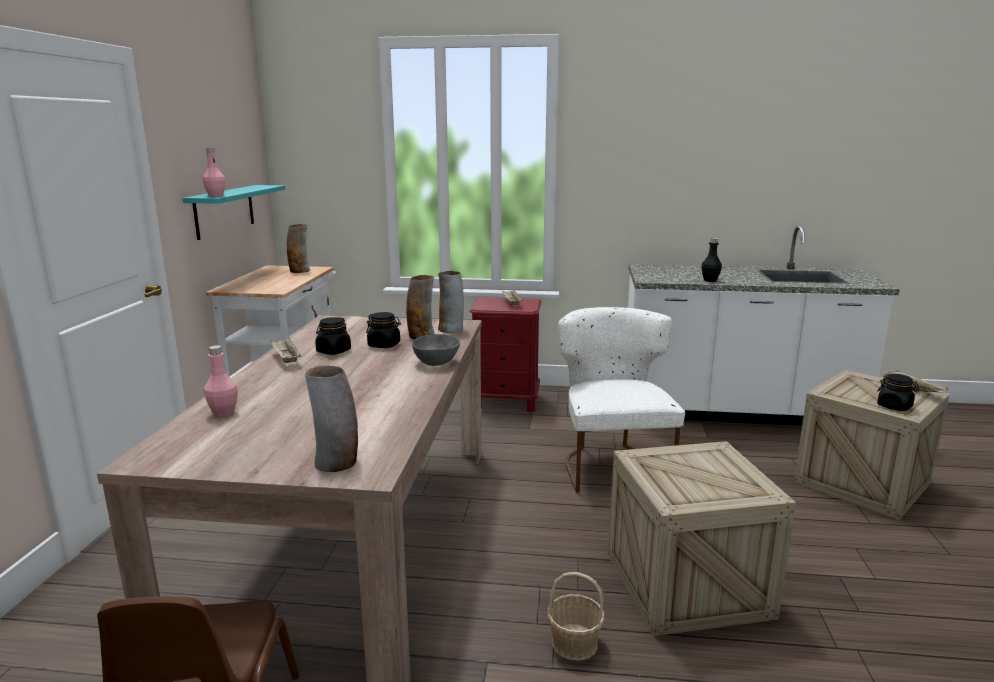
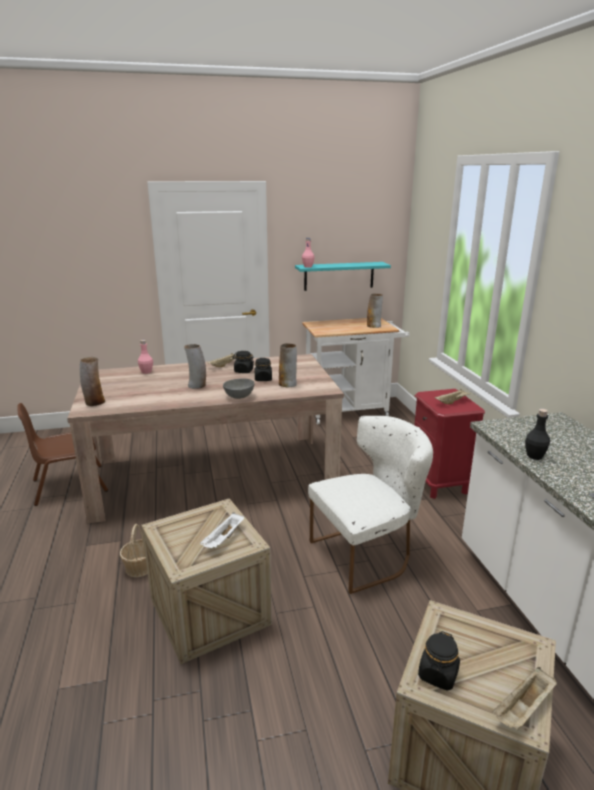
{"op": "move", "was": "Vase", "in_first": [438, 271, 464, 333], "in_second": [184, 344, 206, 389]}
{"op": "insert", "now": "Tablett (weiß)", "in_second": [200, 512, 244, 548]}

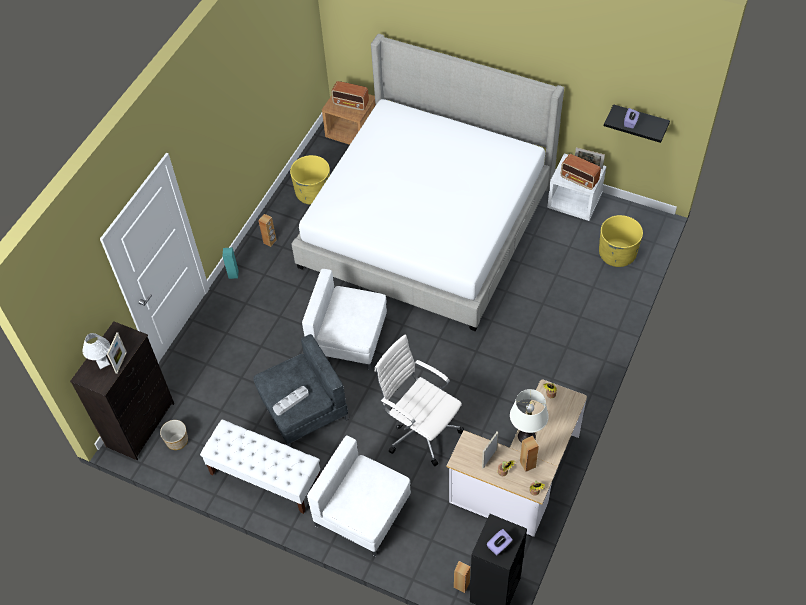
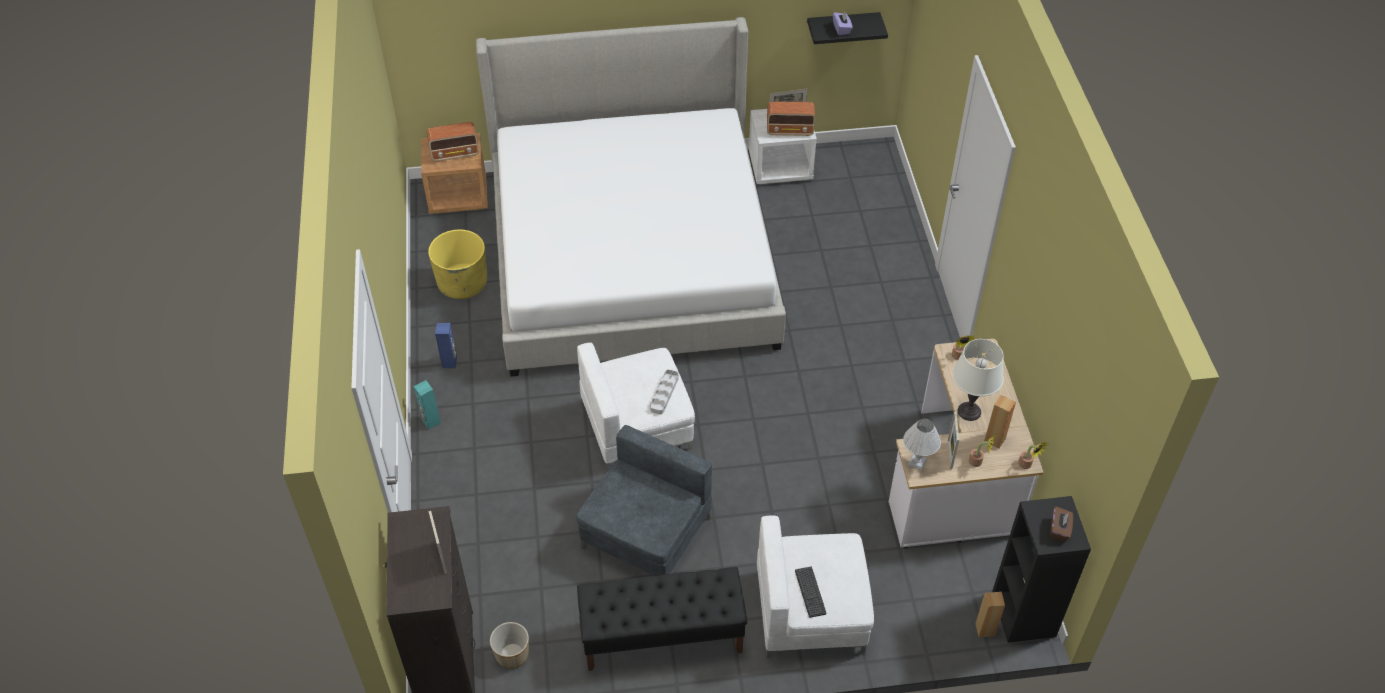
{"op": "recolor", "was": "Lautsprecher (braun)", "now": "Lautsprecher (blau)", "in_first": [258, 214, 277, 247], "in_second": [435, 323, 457, 368]}
{"op": "recolor", "was": "Bank (weiß)", "now": "Bank (schwarz)", "in_first": [200, 419, 320, 514], "in_second": [577, 567, 747, 671]}
{"op": "move", "was": "Tablett (grau)", "in_first": [273, 386, 309, 415], "in_second": [650, 370, 679, 415]}
{"op": "insert", "now": "Tastatur", "in_second": [795, 567, 826, 618]}
{"op": "move", "was": "Tischlampe (weiß)", "in_first": [82, 333, 110, 369], "in_second": [903, 419, 941, 470]}
{"op": "recolor", "was": "Taschentuchbox (lila)", "now": "Taschentuchbox (braun)", "in_first": [487, 529, 512, 555], "in_second": [1050, 506, 1073, 541]}
{"op": "delete", "was": "Bürostuhl (weiß)", "in_first": [375, 334, 464, 466]}
{"op": "delete", "was": "Pflanzkübel (gelb)", "in_first": [599, 215, 643, 267]}

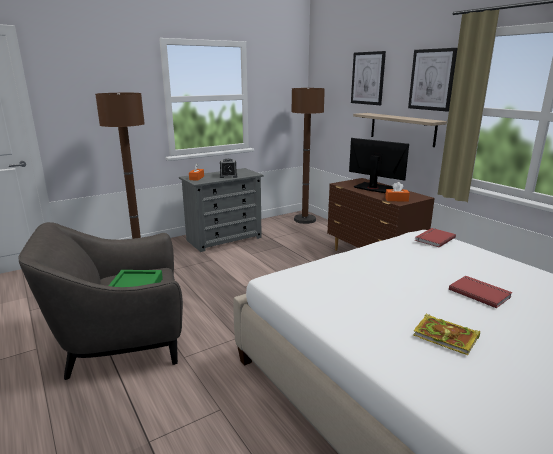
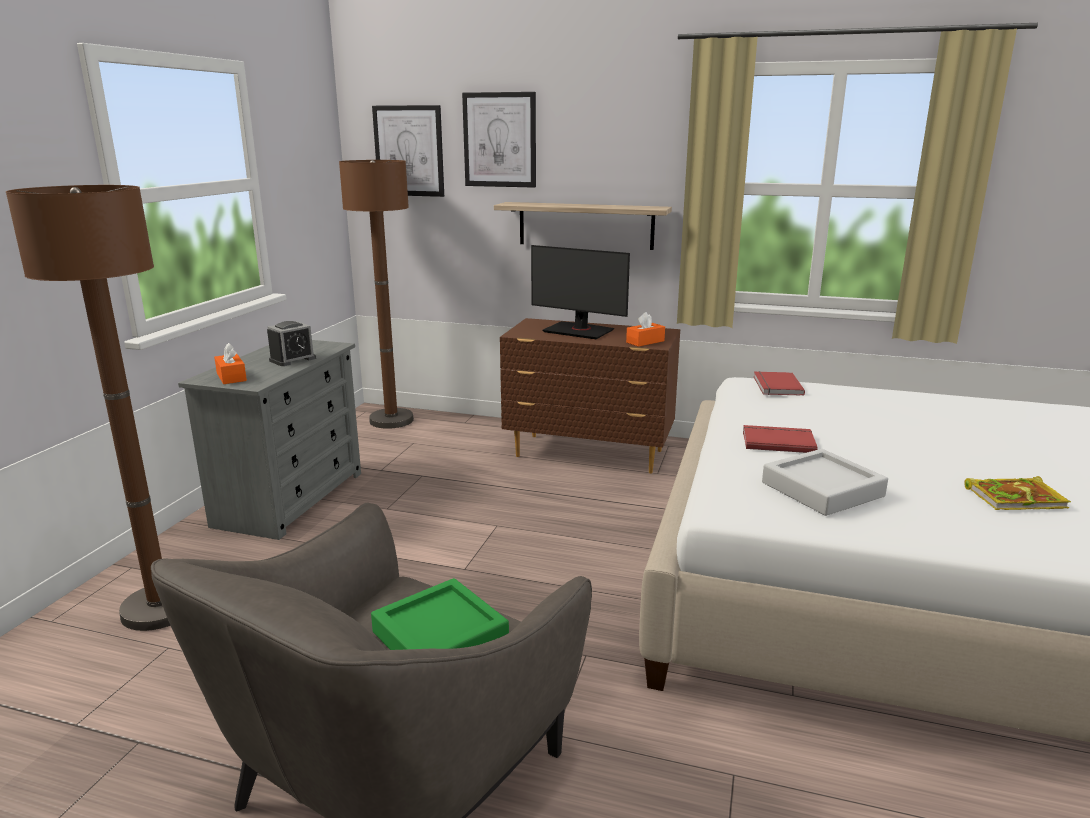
{"op": "move", "was": "Bild", "in_first": [408, 48, 458, 112], "in_second": [372, 105, 444, 197]}
{"op": "rotate", "was": "Monitor", "in_first": [349, 138, 409, 193], "in_second": [531, 245, 630, 339], "clockwise": -150}
{"op": "move", "was": "Buch (rot)", "in_first": [449, 276, 513, 308], "in_second": [743, 425, 818, 453]}
{"op": "insert", "now": "Tablett (grau)", "in_second": [762, 449, 888, 516]}

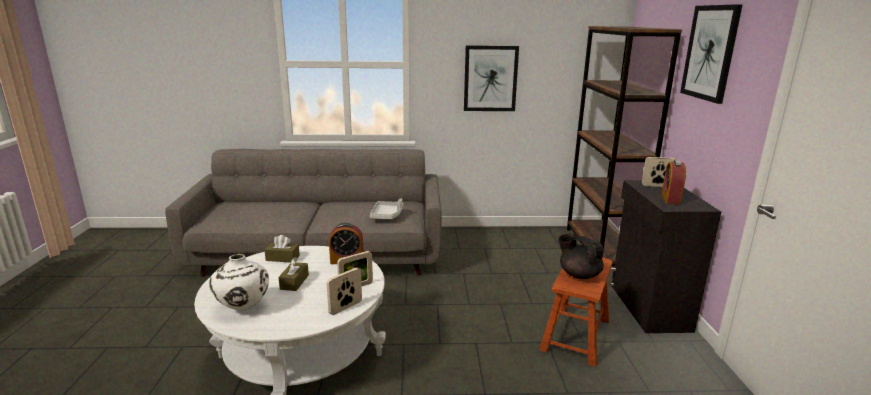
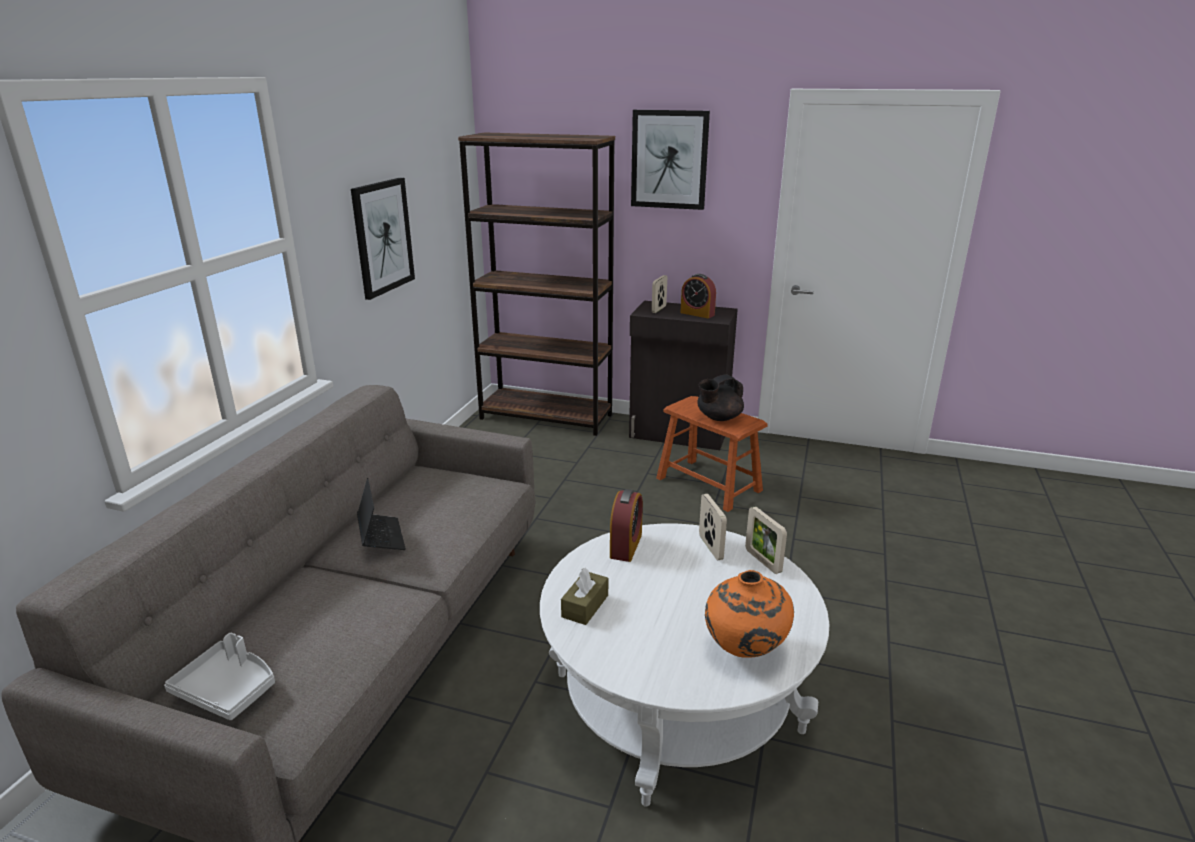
{"op": "move", "was": "Tablett (grau)", "in_first": [370, 198, 403, 219], "in_second": [164, 633, 275, 720]}
{"op": "insert", "now": "Laptop", "in_second": [357, 478, 406, 550]}
{"op": "recolor", "was": "Vase (weiß)", "now": "Vase (orange)", "in_first": [209, 254, 269, 310], "in_second": [705, 570, 794, 658]}
{"op": "delete", "was": "Taschentuchbox (braun)", "in_first": [279, 257, 309, 291]}

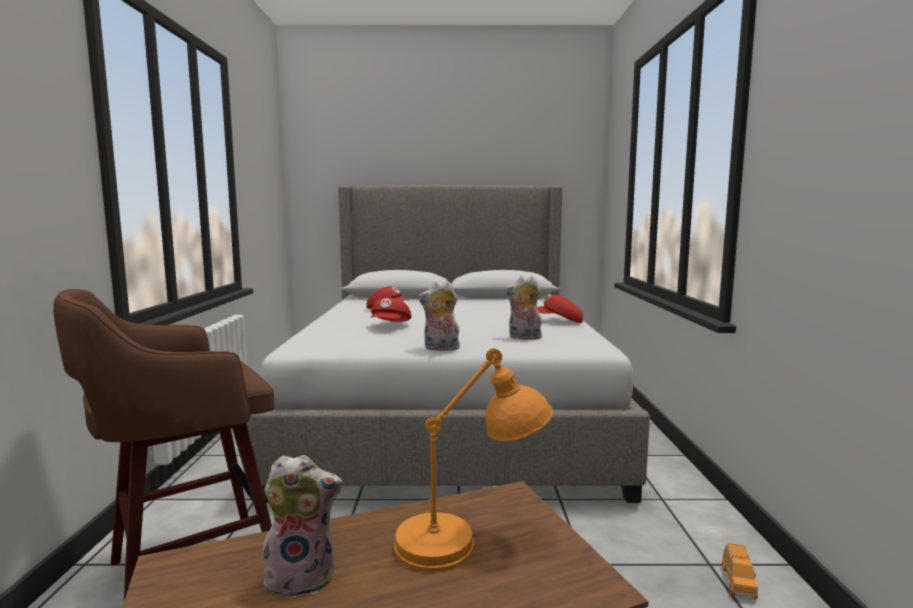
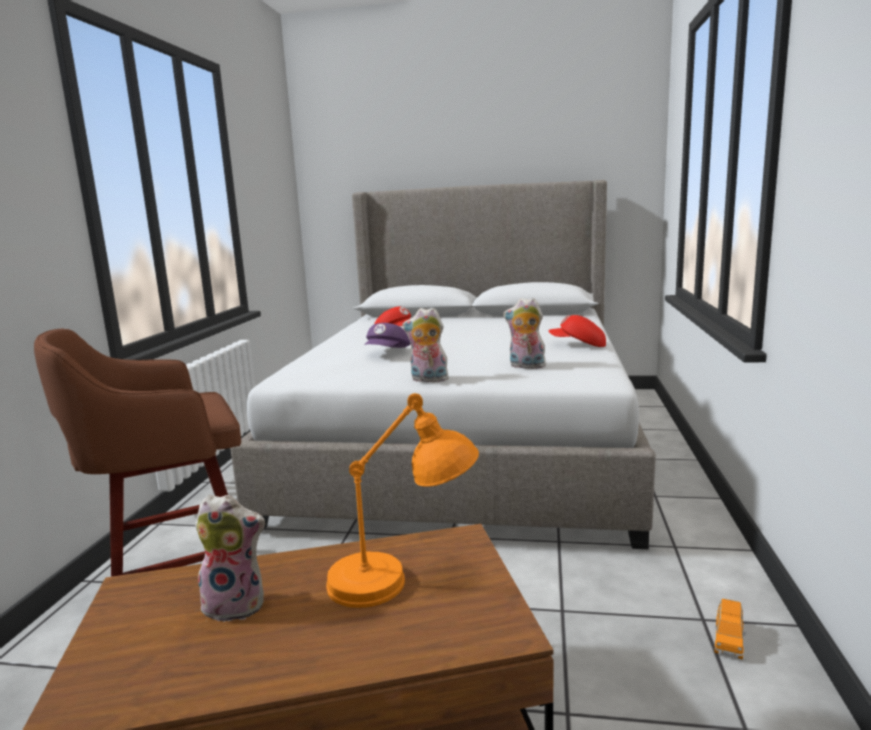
{"op": "recolor", "was": "Kappe (rot)", "now": "Kappe (lila)", "in_first": [370, 298, 411, 322], "in_second": [364, 323, 411, 348]}

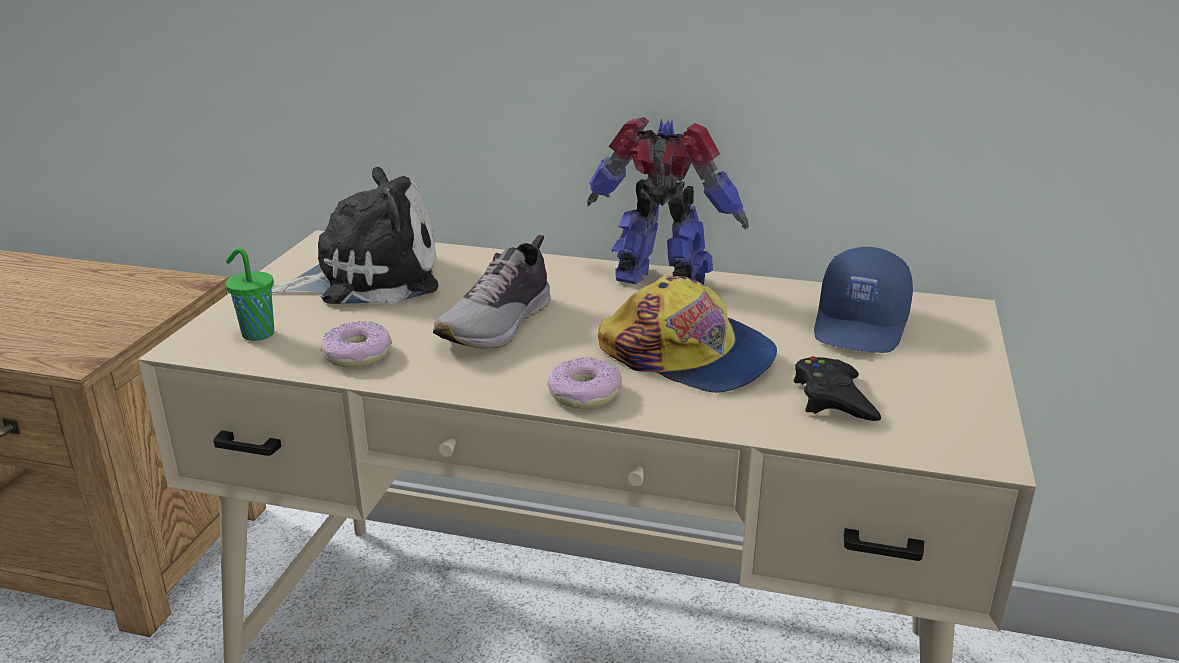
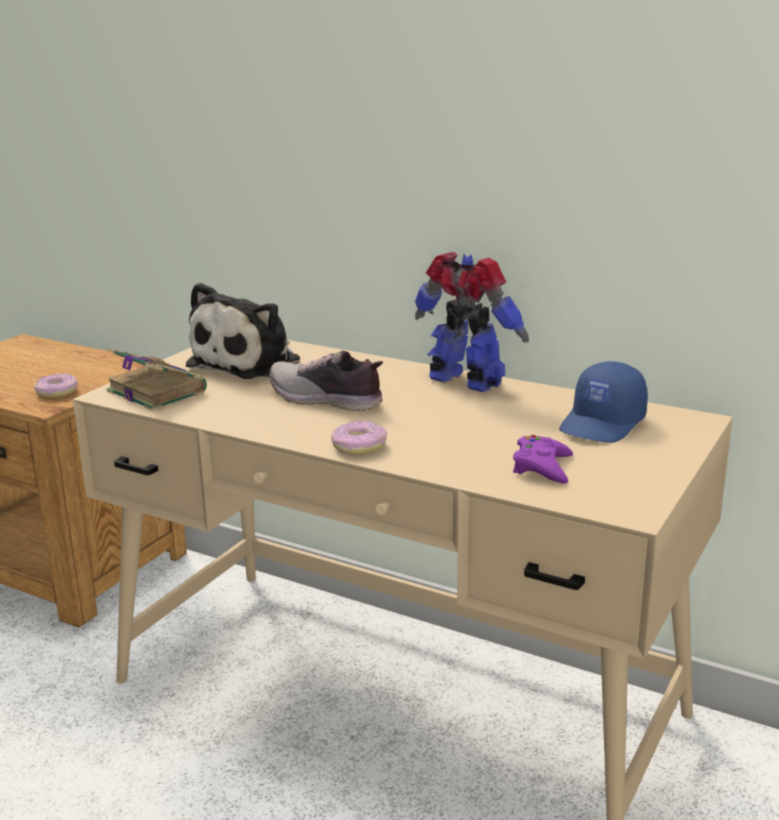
{"op": "move", "was": "Donut", "in_first": [321, 321, 392, 368], "in_second": [34, 374, 78, 398]}
{"op": "replace", "was": "Tasse (grün)", "now": "Buch", "in_first": [226, 248, 274, 341], "in_second": [107, 348, 207, 411]}
{"op": "rotate", "was": "Plüschtier", "in_first": [271, 167, 439, 304], "in_second": [186, 282, 300, 379], "clockwise": 120}
{"op": "rotate", "was": "Schuh", "in_first": [433, 235, 551, 349], "in_second": [269, 350, 383, 411], "clockwise": 75}
{"op": "recolor", "was": "Gamepad (schwarz)", "now": "Gamepad (lila)", "in_first": [793, 356, 881, 421], "in_second": [513, 435, 573, 483]}
{"op": "delete", "was": "Kappe", "in_first": [598, 276, 777, 393]}

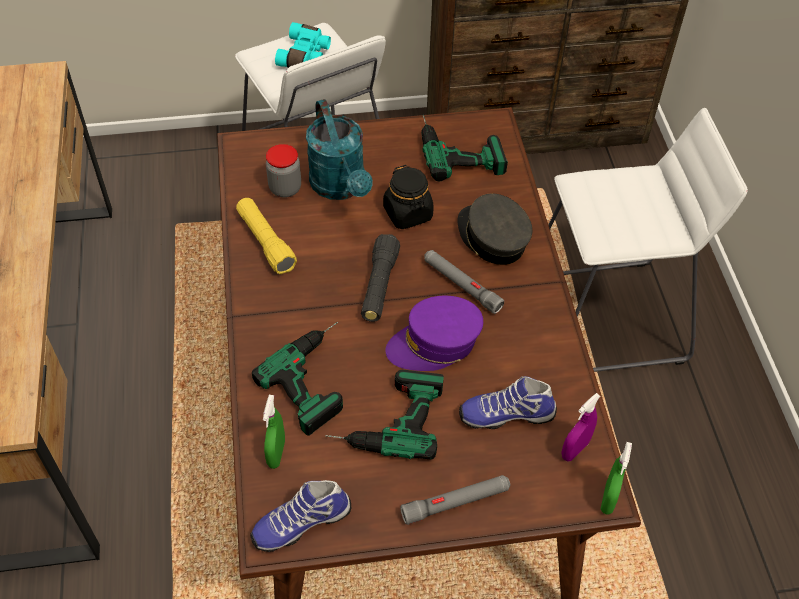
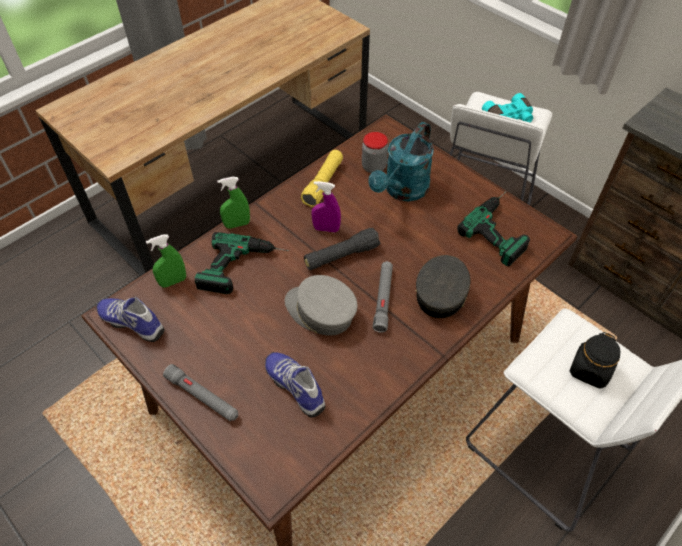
{"op": "move", "was": "Sprühflasche (grün)", "in_first": [601, 442, 632, 515], "in_second": [217, 177, 250, 229]}
{"op": "recolor", "was": "Kappe (lila)", "now": "Kappe (grau)", "in_first": [385, 296, 483, 371], "in_second": [285, 275, 358, 336]}
{"op": "move", "was": "Sprühflasche (lila)", "in_first": [561, 393, 600, 461], "in_second": [311, 181, 341, 232]}
{"op": "move", "was": "Vorratsglas (schwarz)", "in_first": [383, 165, 434, 229], "in_second": [570, 332, 620, 389]}
{"op": "delete", "was": "Bohrmaschine", "in_first": [325, 370, 444, 460]}

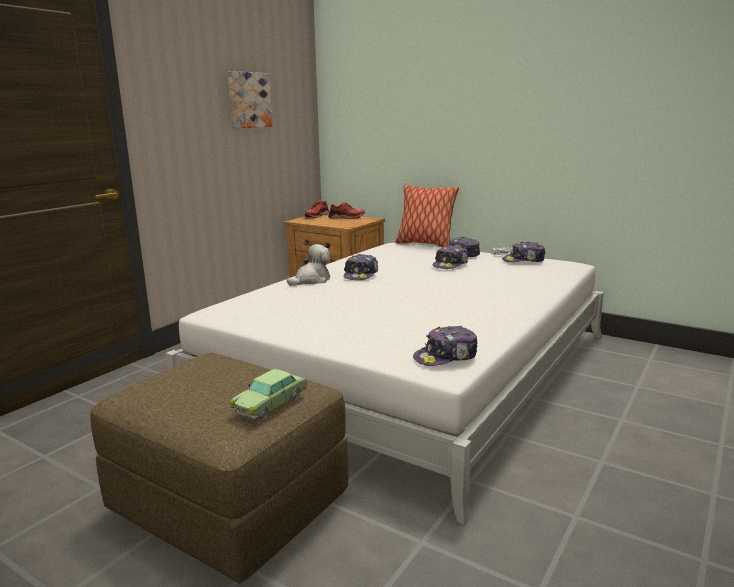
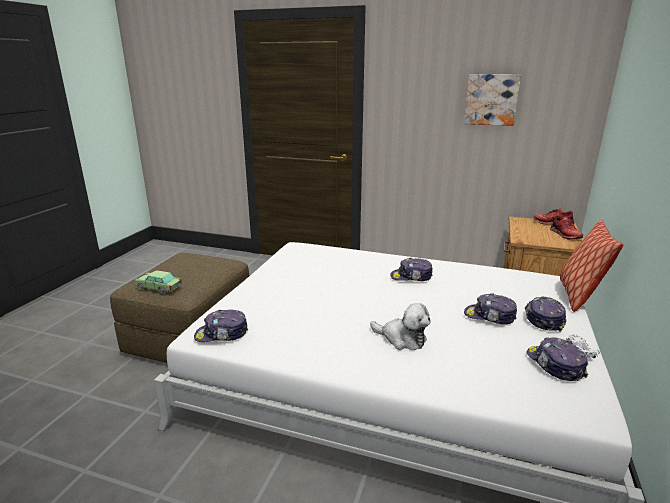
{"op": "rotate", "was": "Kappe", "in_first": [413, 326, 477, 366], "in_second": [194, 309, 248, 342], "clockwise": -60}
{"op": "move", "was": "Plüschtier", "in_first": [287, 244, 331, 286], "in_second": [370, 303, 430, 350]}

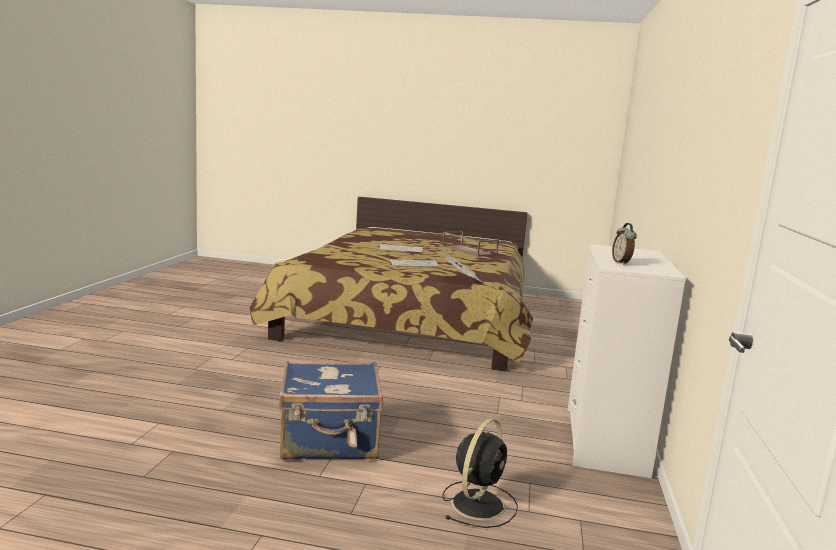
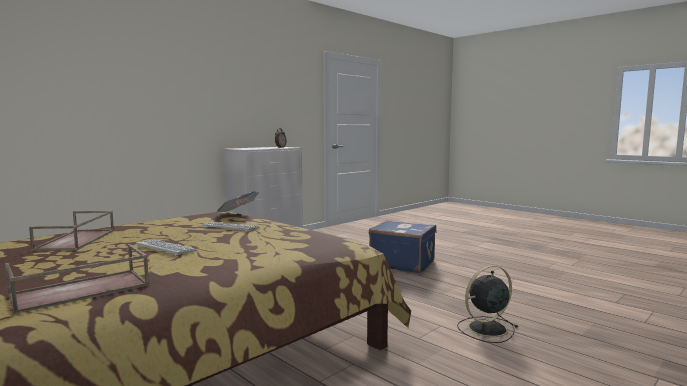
{"op": "insert", "now": "Tablett (braun)", "in_second": [5, 244, 150, 314]}
{"op": "move", "was": "Ventilator (schwarz)", "in_first": [442, 418, 518, 528], "in_second": [457, 265, 518, 343]}

